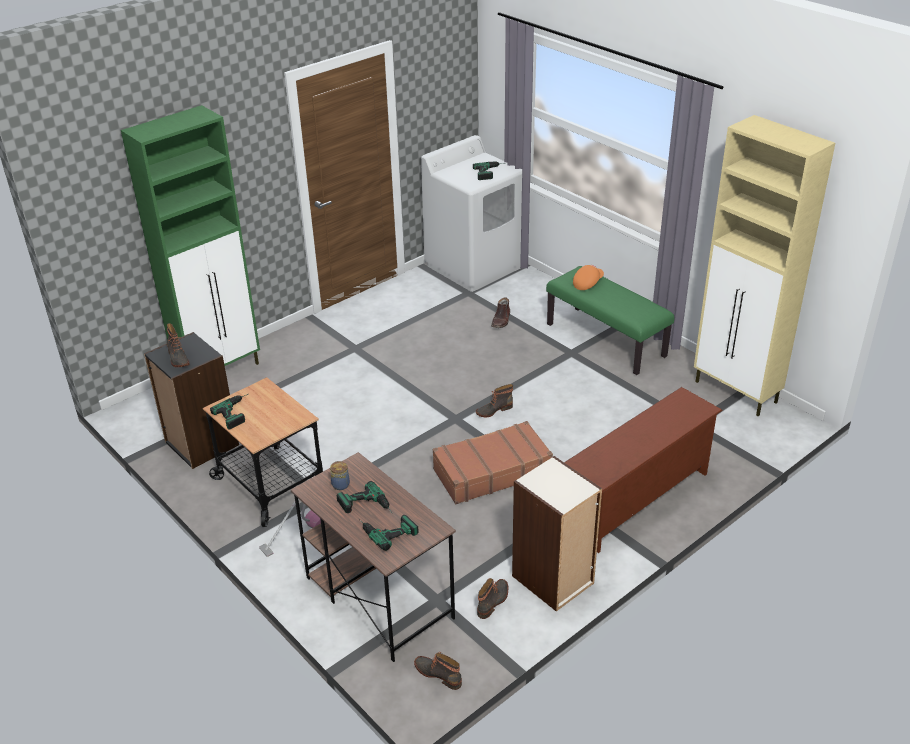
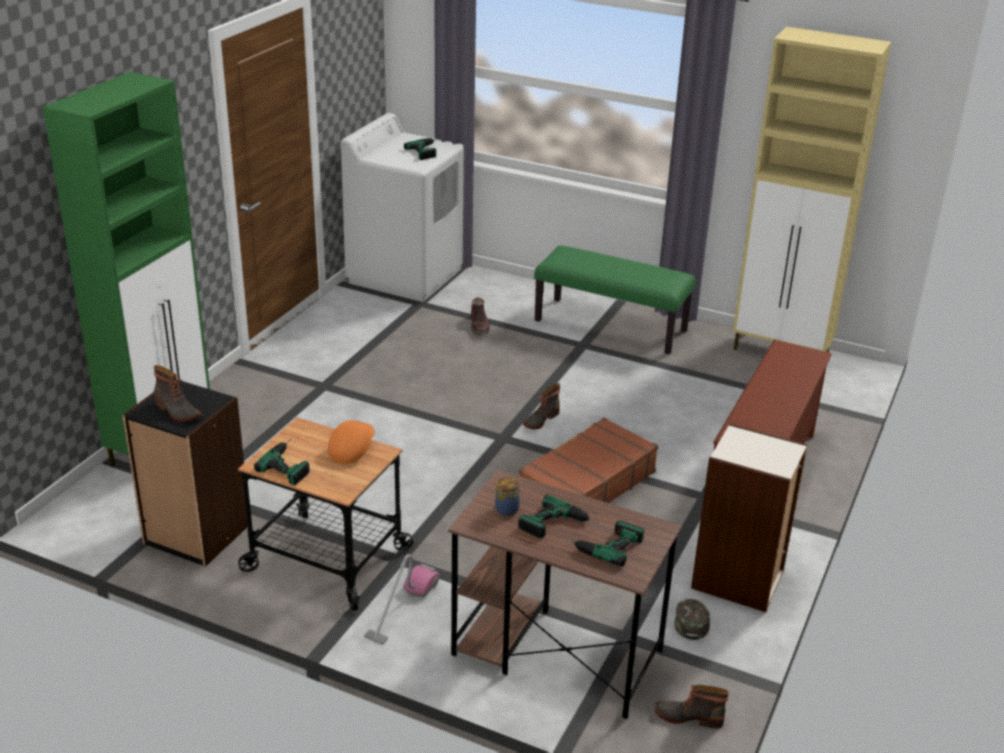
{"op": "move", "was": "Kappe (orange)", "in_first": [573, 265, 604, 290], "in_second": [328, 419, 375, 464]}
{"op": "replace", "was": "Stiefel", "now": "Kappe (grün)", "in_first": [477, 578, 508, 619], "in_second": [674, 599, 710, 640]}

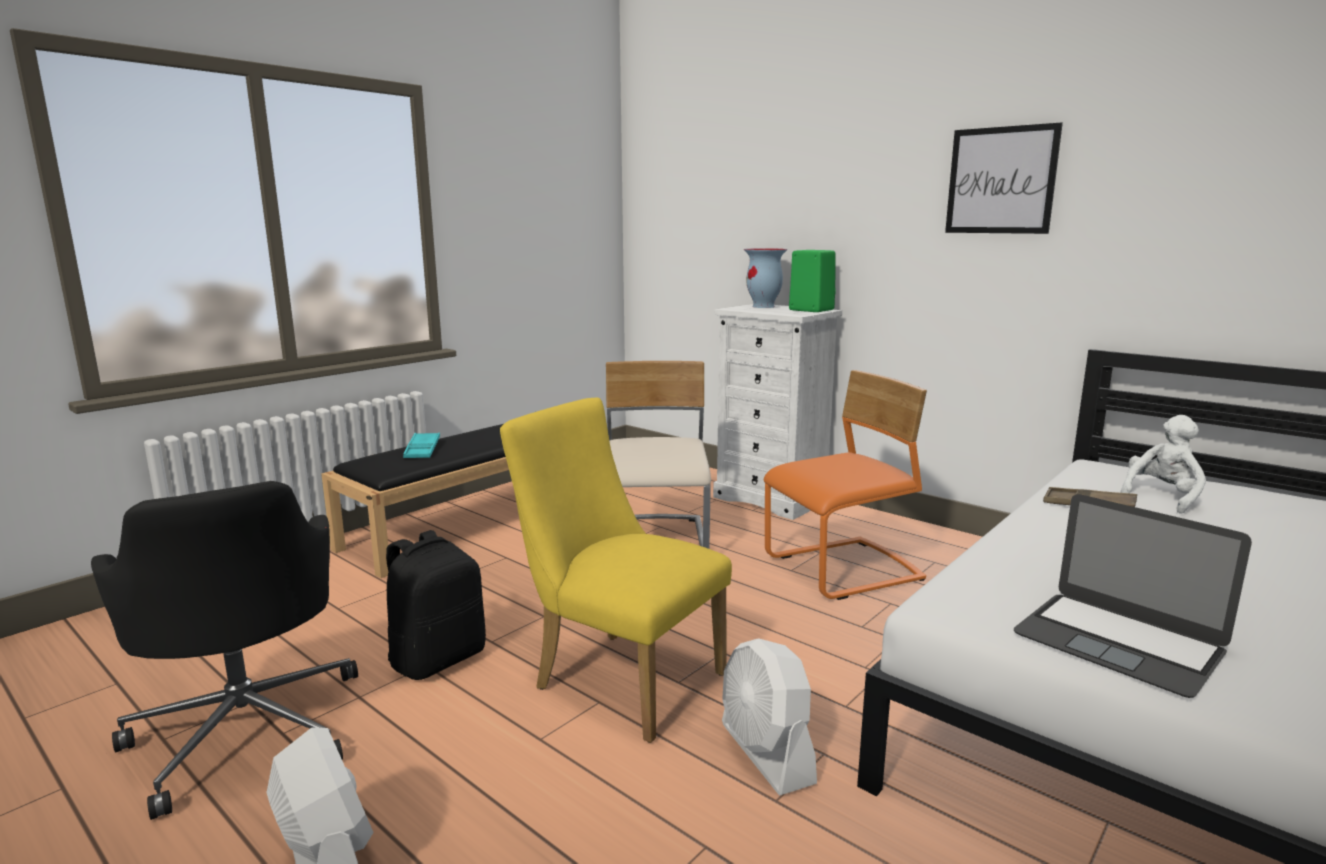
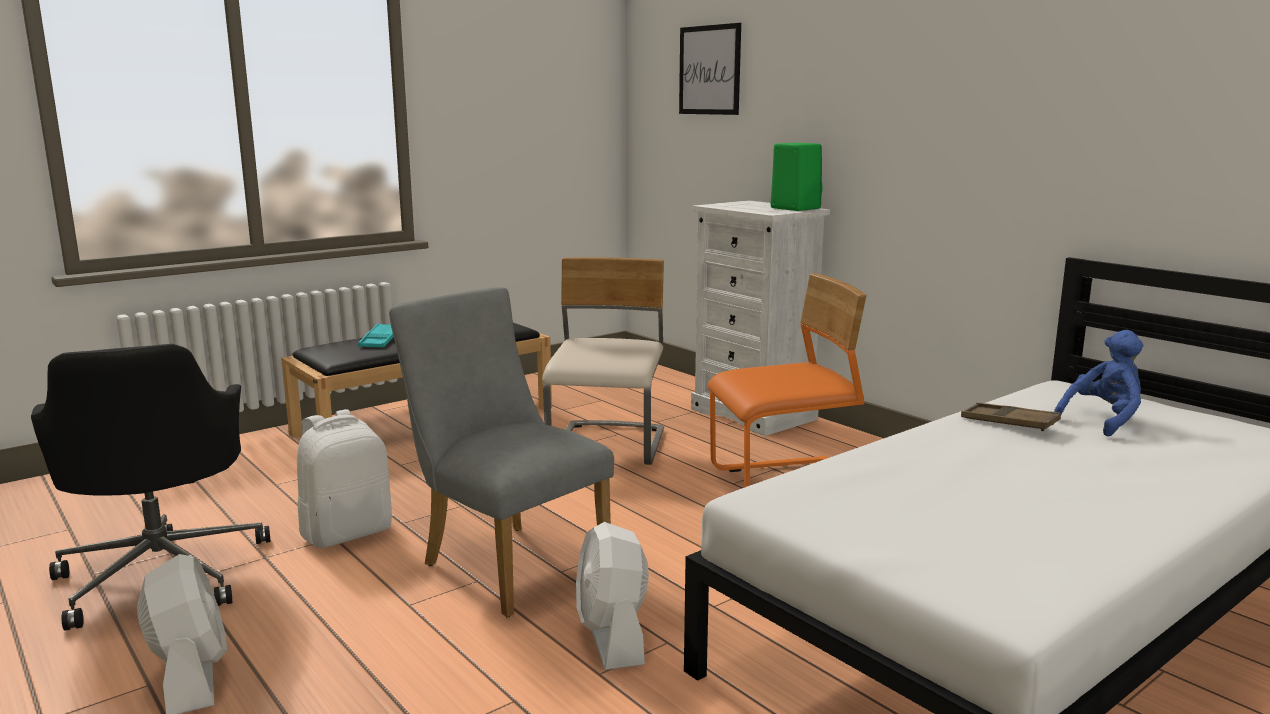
{"op": "recolor", "was": "Rucksack (schwarz)", "now": "Rucksack (weiß)", "in_first": [386, 530, 486, 680], "in_second": [297, 409, 392, 548]}
{"op": "recolor", "was": "Stuhl (gelb)", "now": "Stuhl (grau)", "in_first": [500, 398, 732, 743], "in_second": [389, 287, 614, 617]}
{"op": "move", "was": "Bild", "in_first": [945, 122, 1063, 234], "in_second": [679, 23, 741, 115]}
{"op": "recolor", "was": "Plüschtier (weiß)", "now": "Plüschtier (blau)", "in_first": [1120, 415, 1206, 514], "in_second": [1054, 330, 1143, 436]}
{"op": "delete", "was": "Vase", "in_first": [744, 248, 787, 308]}
{"op": "delete", "was": "Laptop", "in_first": [1014, 494, 1252, 698]}

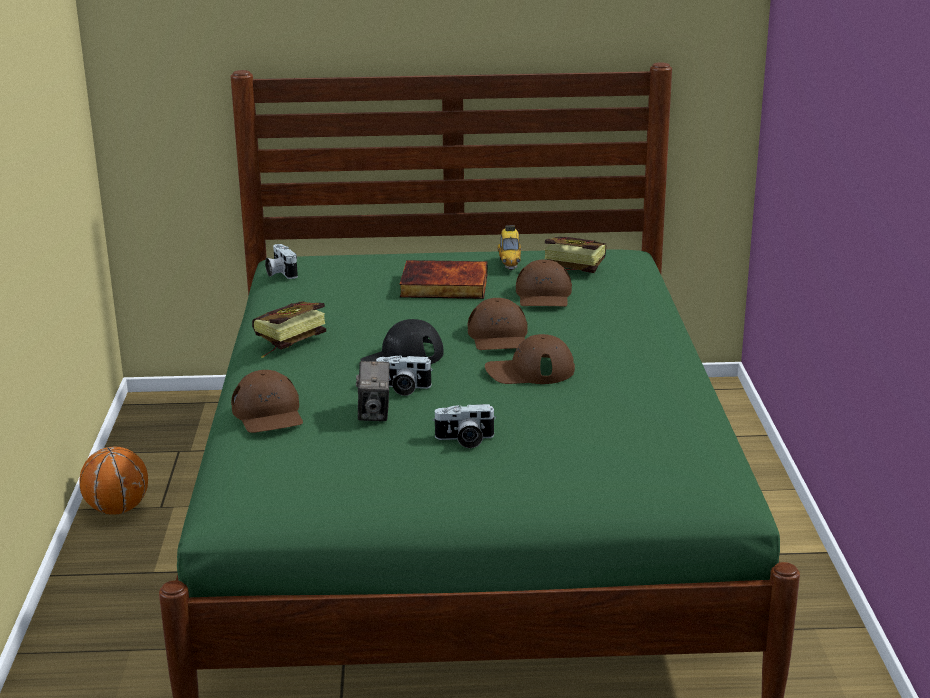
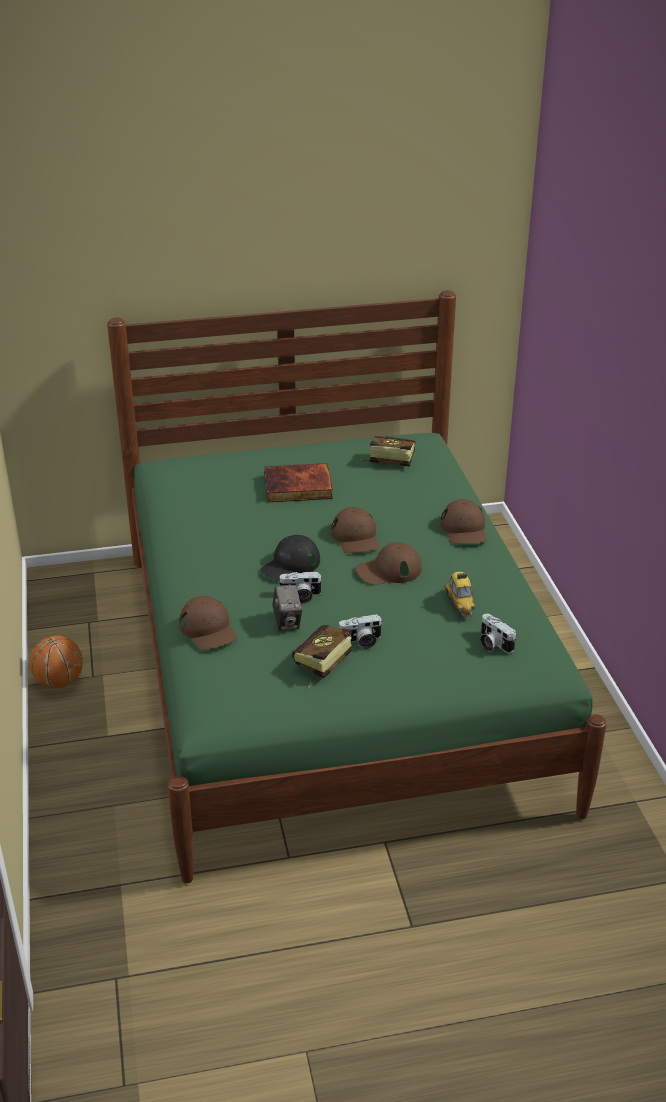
{"op": "move", "was": "Buch", "in_first": [252, 301, 326, 358], "in_second": [292, 625, 352, 687]}
{"op": "move", "was": "Kappe (braun)", "in_first": [516, 259, 572, 307], "in_second": [440, 499, 487, 544]}
{"op": "move", "was": "Spielzeugauto", "in_first": [498, 225, 522, 270], "in_second": [445, 572, 475, 617]}
{"op": "move", "was": "Kamera", "in_first": [265, 244, 298, 279], "in_second": [480, 614, 516, 653]}

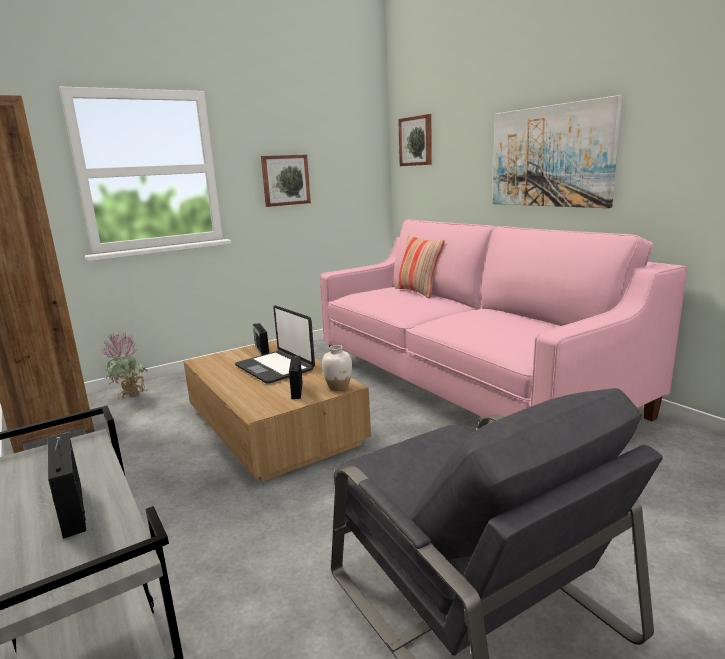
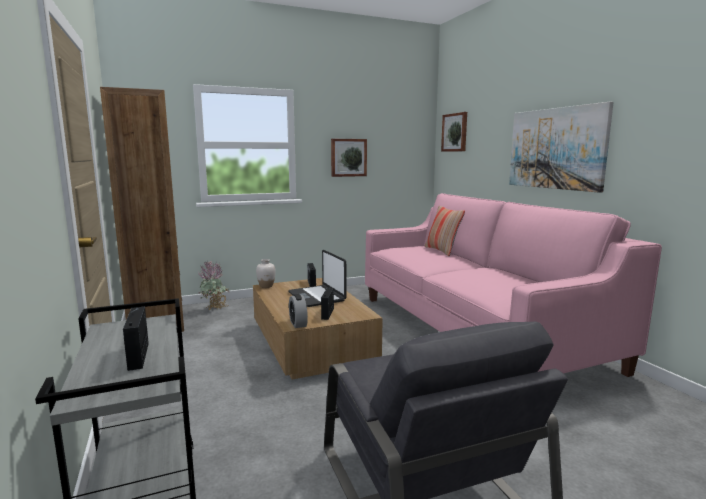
{"op": "move", "was": "Vase (weiß)", "in_first": [322, 345, 352, 391], "in_second": [256, 259, 276, 288]}
{"op": "insert", "now": "Wecker", "in_second": [289, 294, 308, 328]}

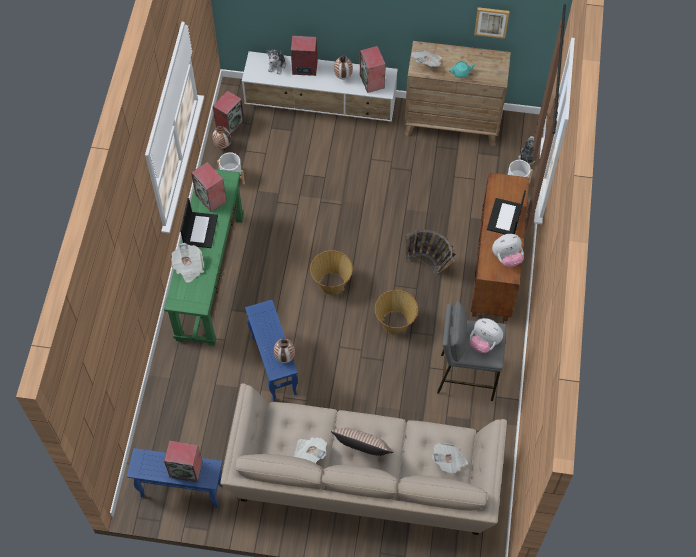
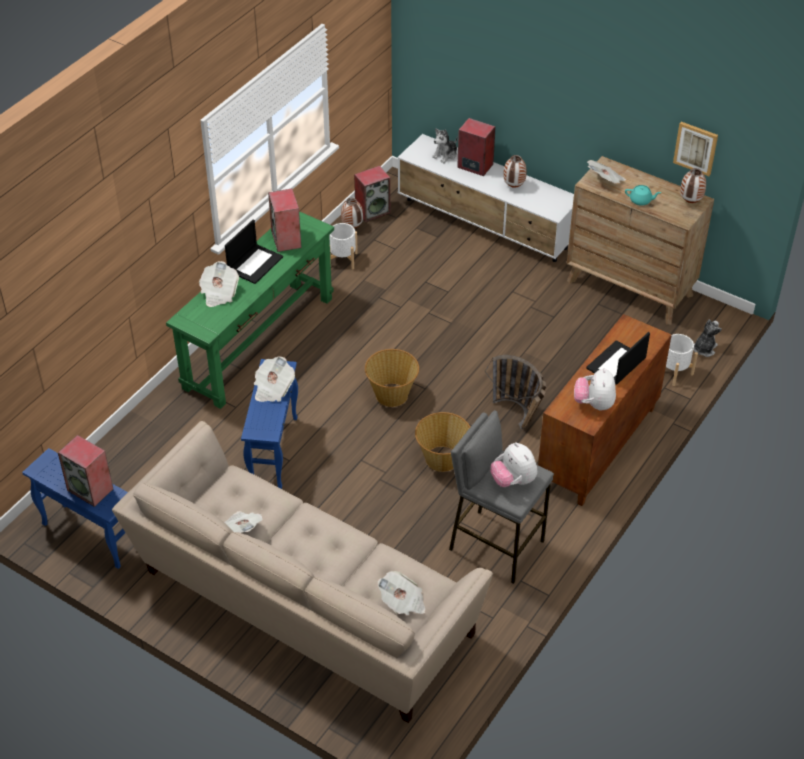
{"op": "insert", "now": "Zeitung", "in_second": [254, 356, 295, 402]}
{"op": "rotate", "was": "Plüschtier", "in_first": [492, 234, 524, 267], "in_second": [574, 368, 616, 411], "clockwise": 90}
{"op": "move", "was": "Vase", "in_first": [274, 337, 295, 363], "in_second": [680, 168, 706, 203]}
{"op": "delete", "was": "Kissen", "in_first": [331, 428, 394, 456]}
{"op": "delete", "was": "Lautsprecher", "in_first": [360, 46, 386, 93]}

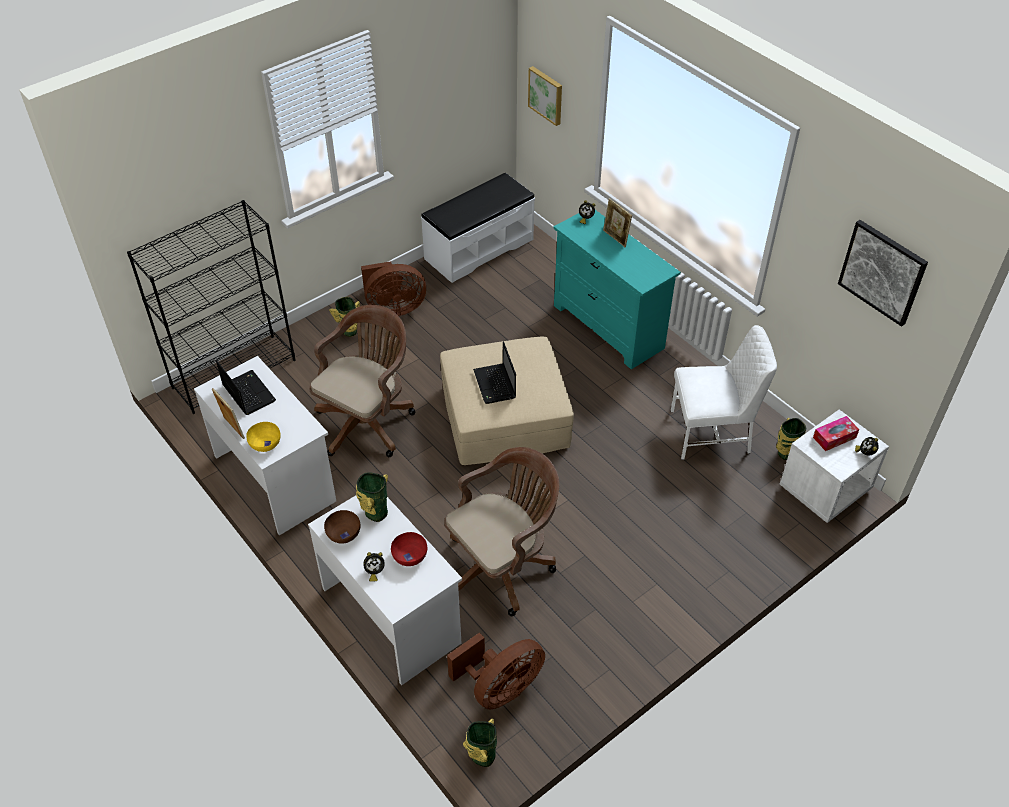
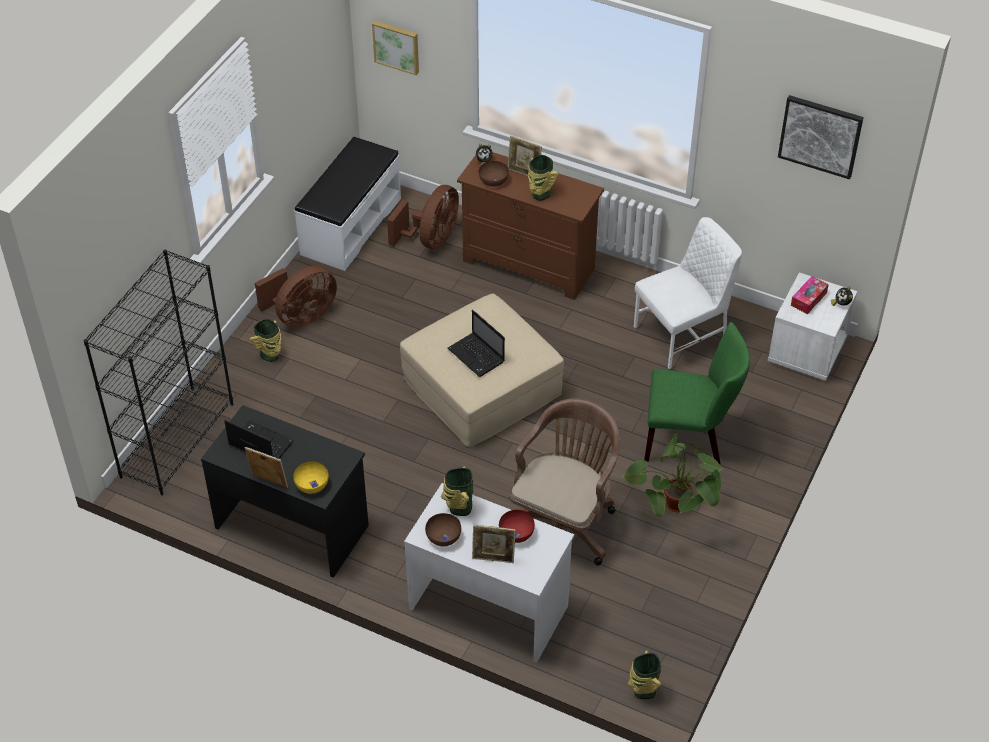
{"op": "recolor", "was": "Schreibtisch (weiß)", "now": "Schreibtisch (schwarz)", "in_first": [194, 356, 336, 536], "in_second": [201, 405, 369, 578]}
{"op": "move", "was": "Ventilator (braun)", "in_first": [447, 632, 545, 709], "in_second": [387, 185, 459, 249]}
{"op": "recolor", "was": "Kommode (türkis)", "now": "Kommode (braun)", "in_first": [554, 210, 681, 369], "in_second": [457, 152, 604, 300]}
{"op": "replace", "was": "Wecker", "now": "Bilderrahmen", "in_first": [363, 552, 385, 582], "in_second": [472, 525, 516, 563]}
{"op": "insert", "now": "Schüssel (braun)", "in_second": [479, 161, 509, 187]}
{"op": "move", "was": "Vase", "in_first": [776, 418, 806, 460], "in_second": [528, 155, 559, 201]}
{"op": "insert", "now": "Topfpflanze", "in_second": [622, 433, 724, 518]}
{"op": "insert", "now": "Stuhl (grün)", "in_second": [644, 322, 750, 464]}
{"op": "delete", "was": "Bürostuhl (braun)", "in_first": [309, 305, 415, 457]}

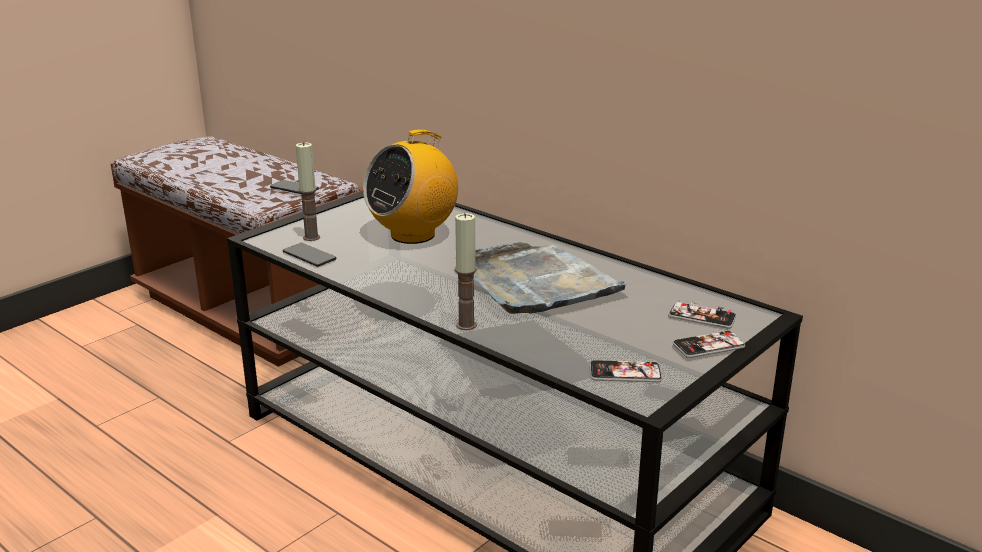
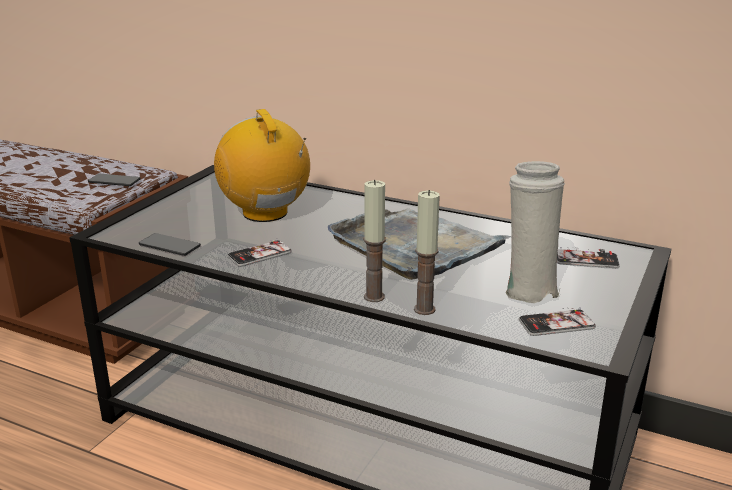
{"op": "rotate", "was": "Radio", "in_first": [363, 129, 458, 244], "in_second": [214, 109, 310, 222], "clockwise": 120}
{"op": "move", "was": "Handy", "in_first": [673, 329, 745, 358], "in_second": [227, 240, 292, 267]}
{"op": "move", "was": "Kerze", "in_first": [296, 142, 320, 241], "in_second": [414, 190, 440, 315]}
{"op": "insert", "now": "Vase (weiß)", "in_second": [505, 161, 565, 303]}

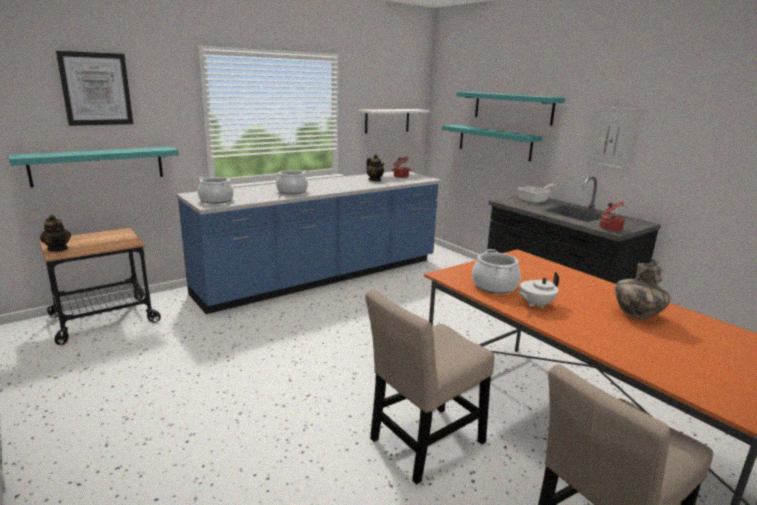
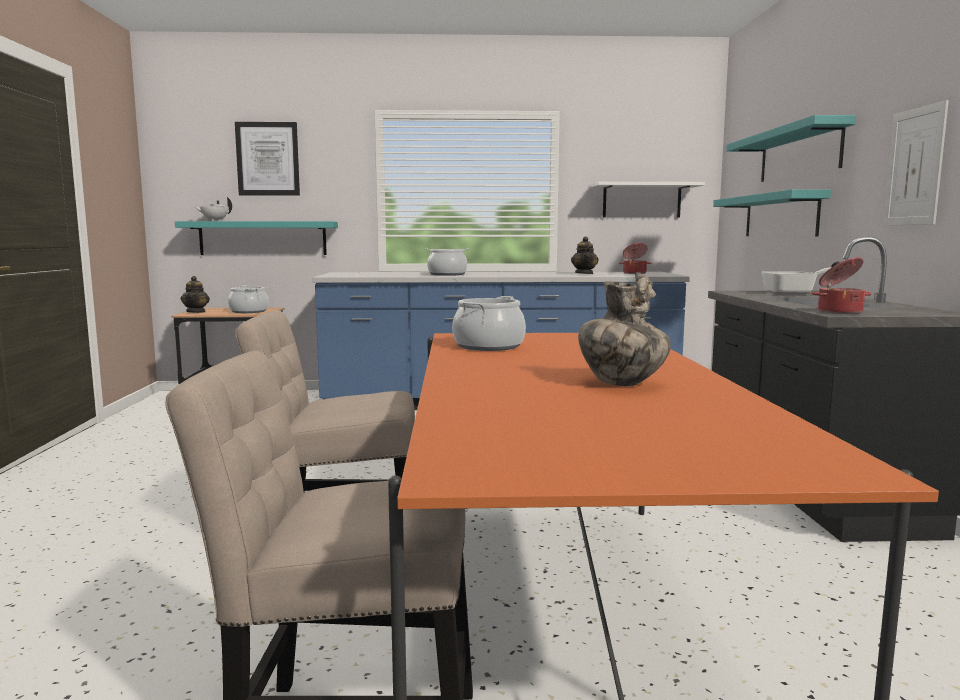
{"op": "move", "was": "Teekanne (weiß)", "in_first": [517, 272, 559, 308], "in_second": [195, 197, 232, 221]}
{"op": "move", "was": "Kochtopf", "in_first": [198, 177, 234, 204], "in_second": [228, 286, 269, 313]}

